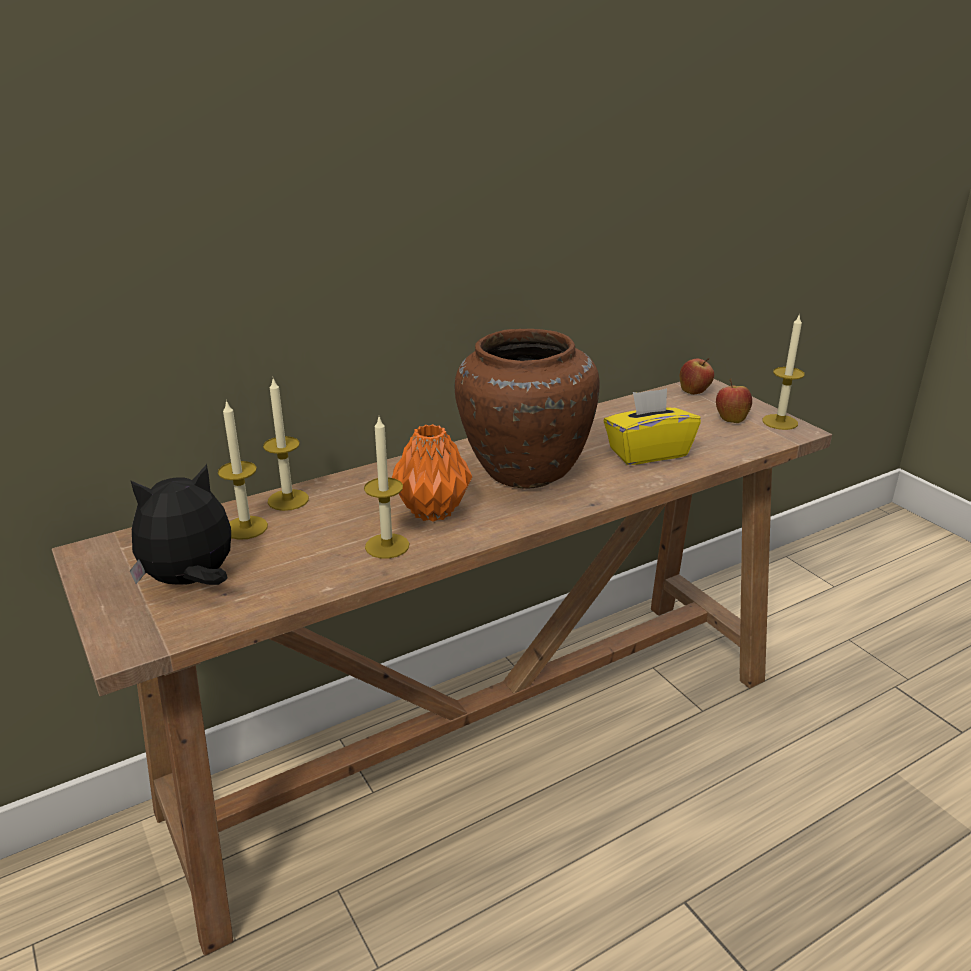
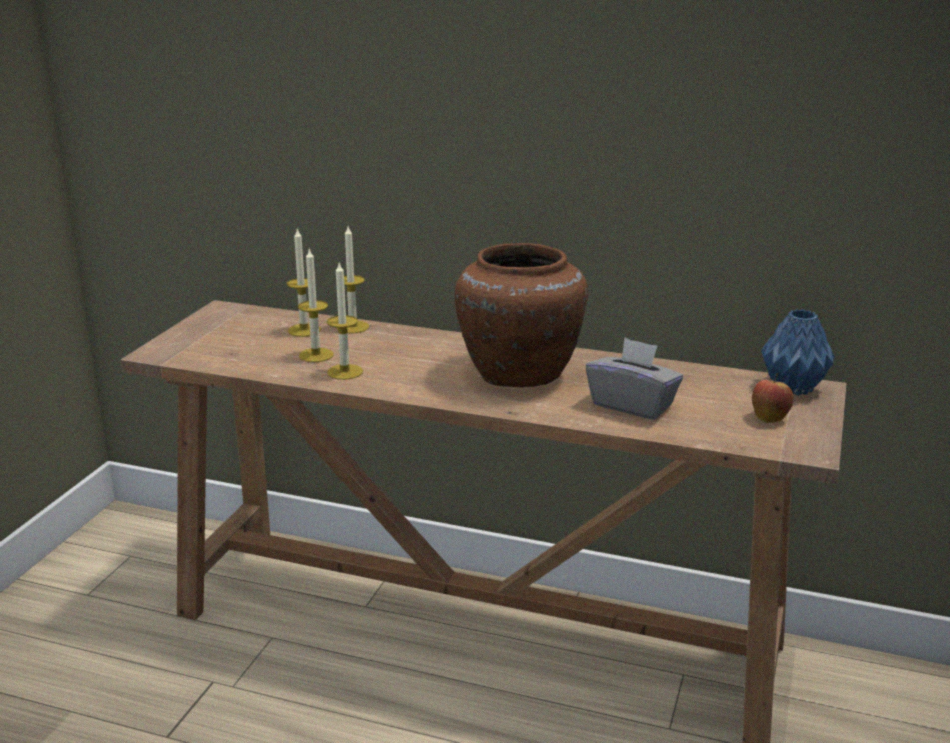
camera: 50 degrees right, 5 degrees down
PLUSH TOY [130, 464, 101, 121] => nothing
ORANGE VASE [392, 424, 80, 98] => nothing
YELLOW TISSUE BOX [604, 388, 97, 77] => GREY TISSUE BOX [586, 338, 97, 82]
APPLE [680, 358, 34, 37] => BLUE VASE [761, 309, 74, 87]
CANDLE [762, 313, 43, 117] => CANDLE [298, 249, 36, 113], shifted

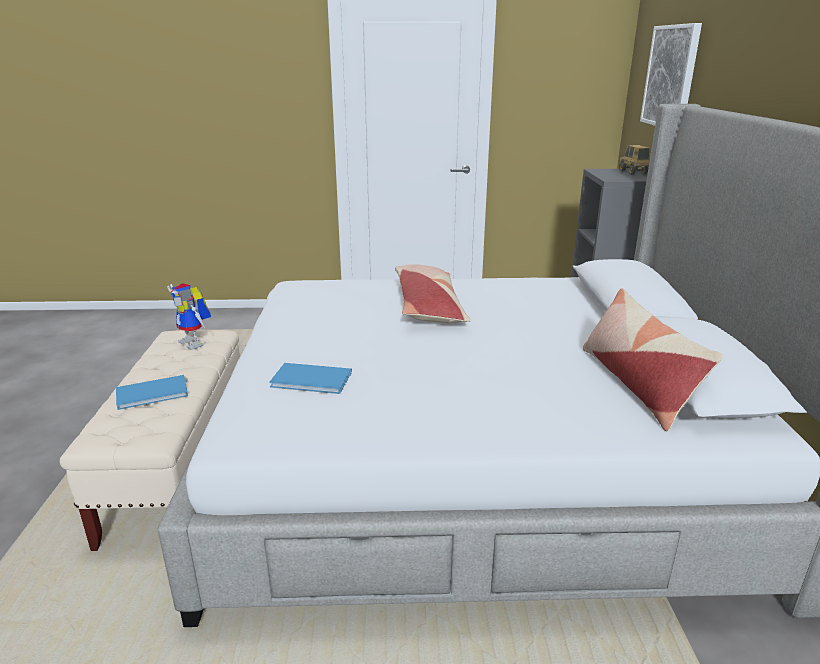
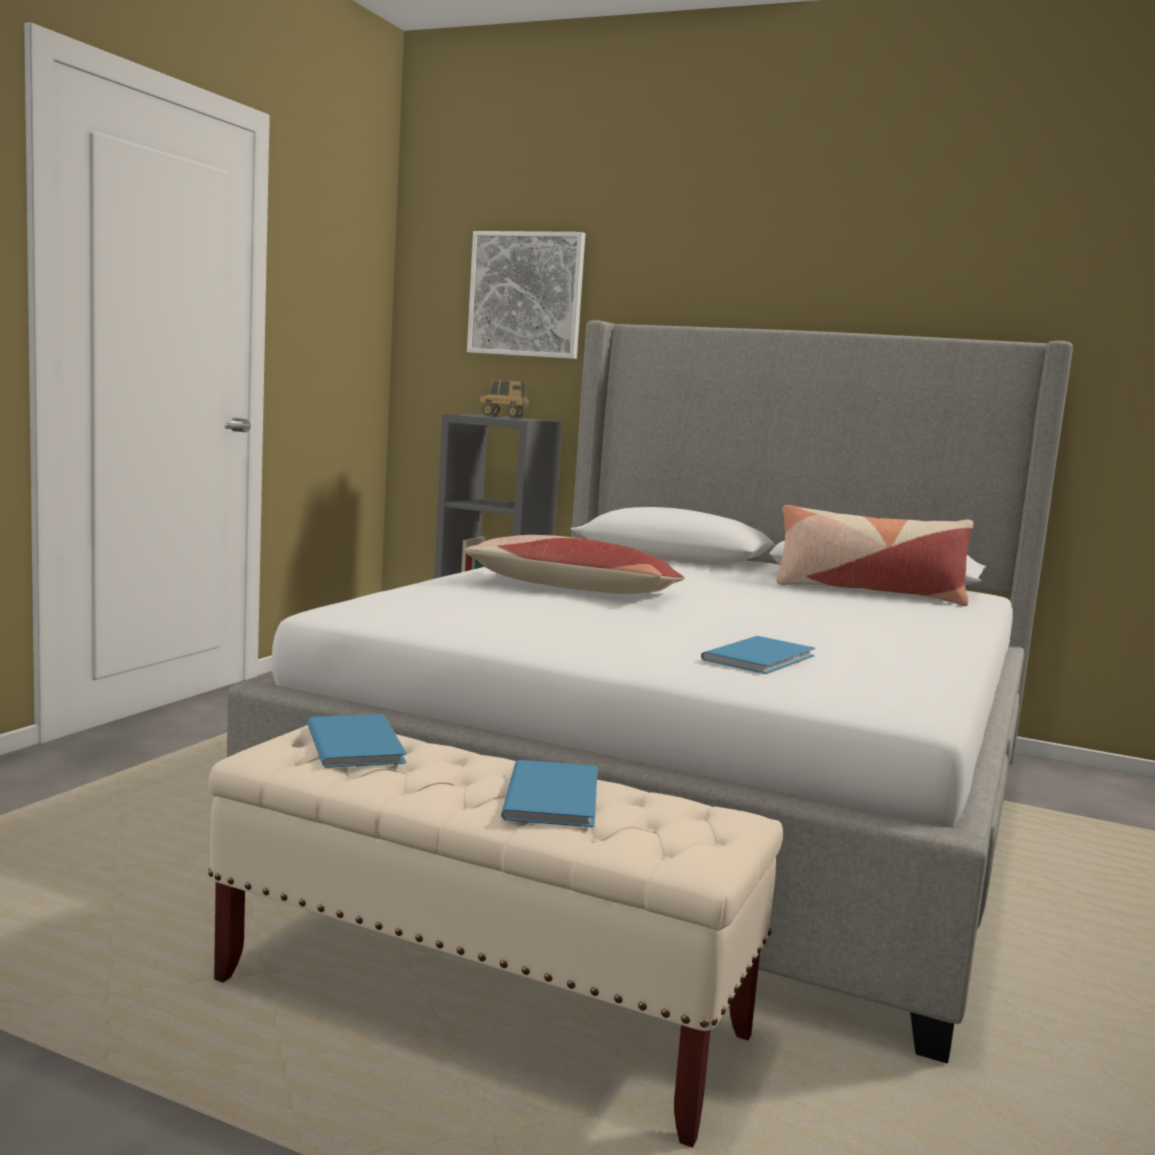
camera: 65 degrees left, 15 degrees down
TOY ROBOT [167, 283, 44, 67] => BLUE BOOK [307, 714, 100, 54]

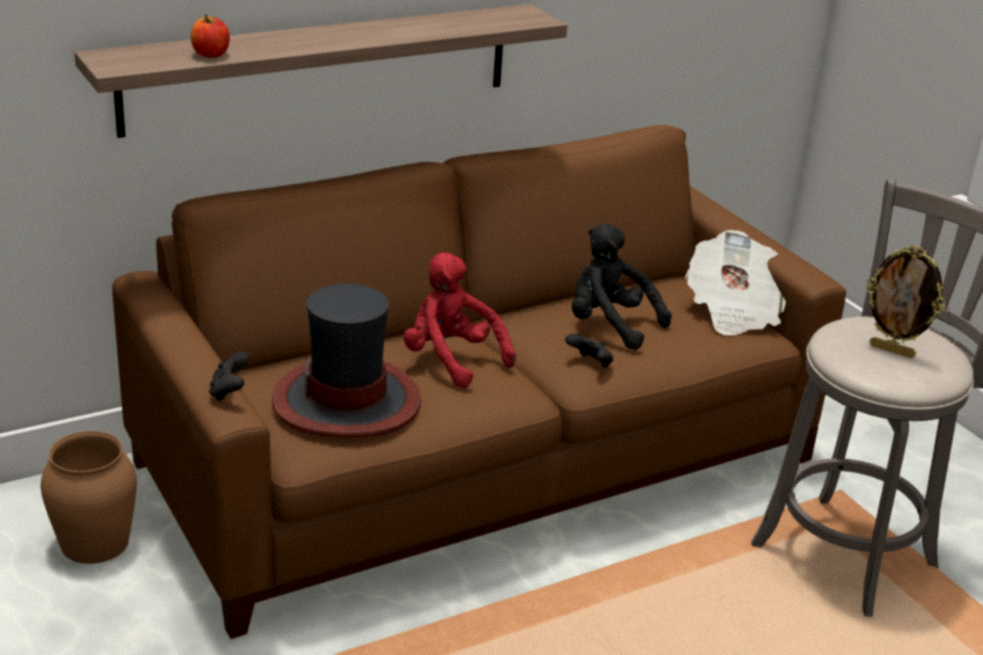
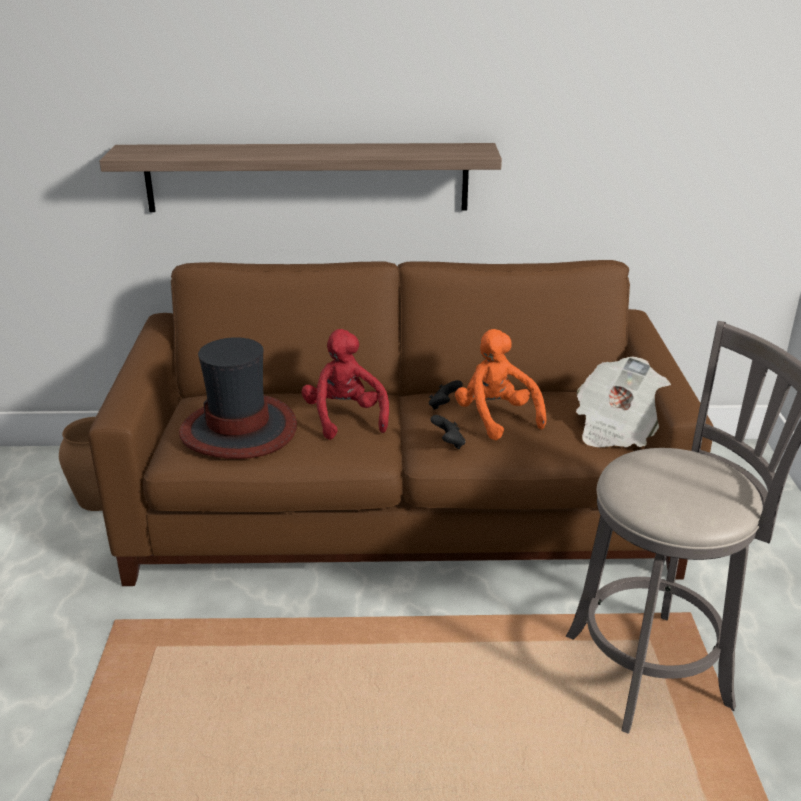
camera: 30 degrees right, 0 degrees up
APPLE [191, 15, 39, 43] => nothing
BLACK GAME CONTROLLER [209, 352, 41, 49] => BLACK GAME CONTROLLER [429, 380, 34, 30], shifted
BLACK PLUSH TOY [572, 224, 100, 126] => ORANGE PLUSH TOY [455, 329, 92, 111]
PICTURE FRAME [866, 245, 79, 113] => nothing

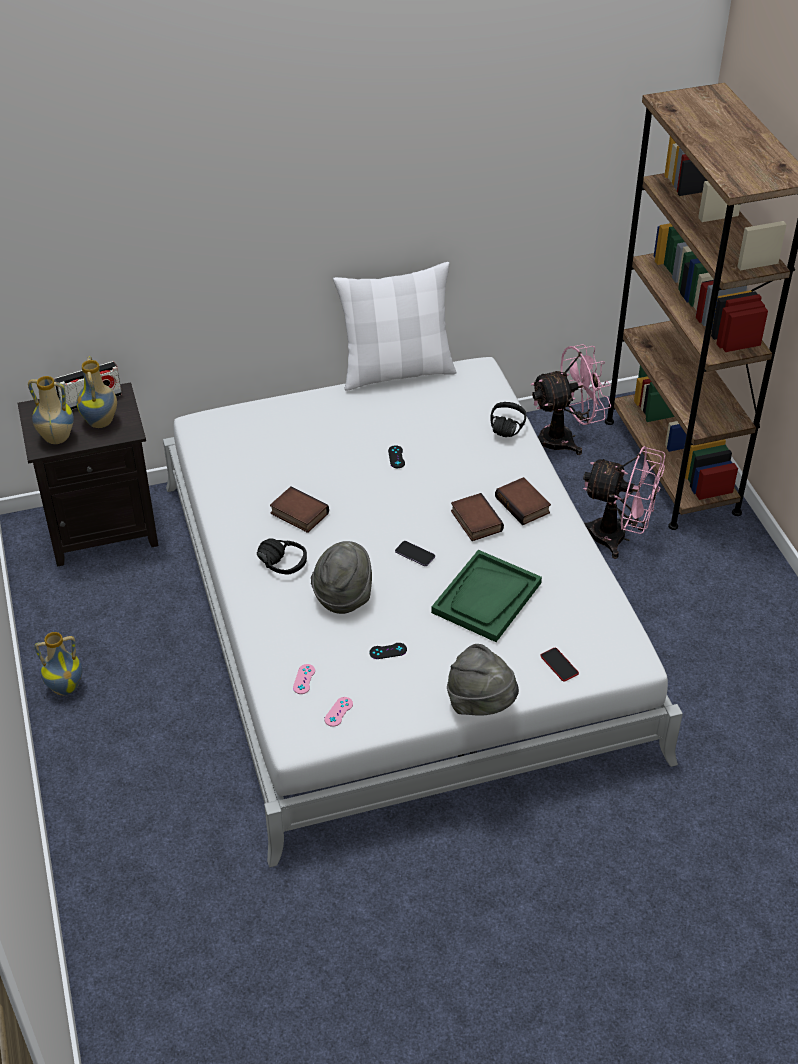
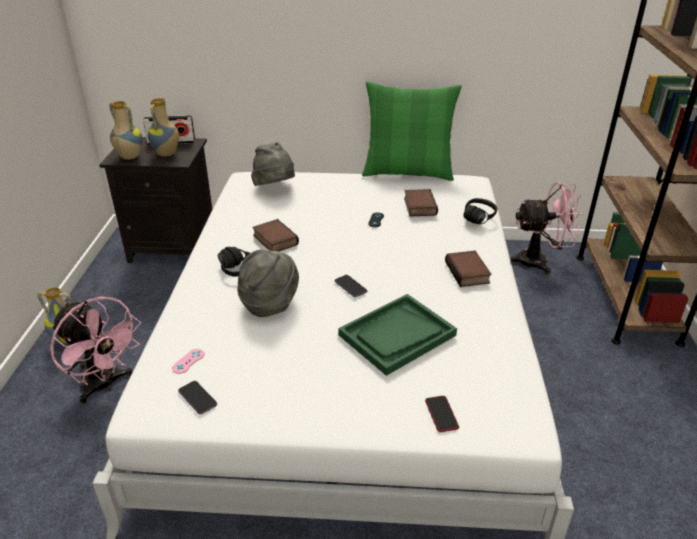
camera: 20 degrees right, 10 degrees down
PINK GAME CONTROLLER [324, 697, 29, 30] => PHONE [178, 381, 39, 34]
WHITE PILLOW [333, 262, 124, 129] => GREEN PILLOW [362, 82, 100, 99]
BLACK GAME CONTROLLER [369, 643, 38, 16] => nothing
GREY HAT [447, 644, 72, 72] => GREY HAT [251, 142, 44, 44], shifted
BOOK [451, 493, 53, 48] => BOOK [404, 189, 34, 28], shifted
PINK FAN [583, 446, 82, 113] => PINK FAN [50, 297, 91, 107], shifted

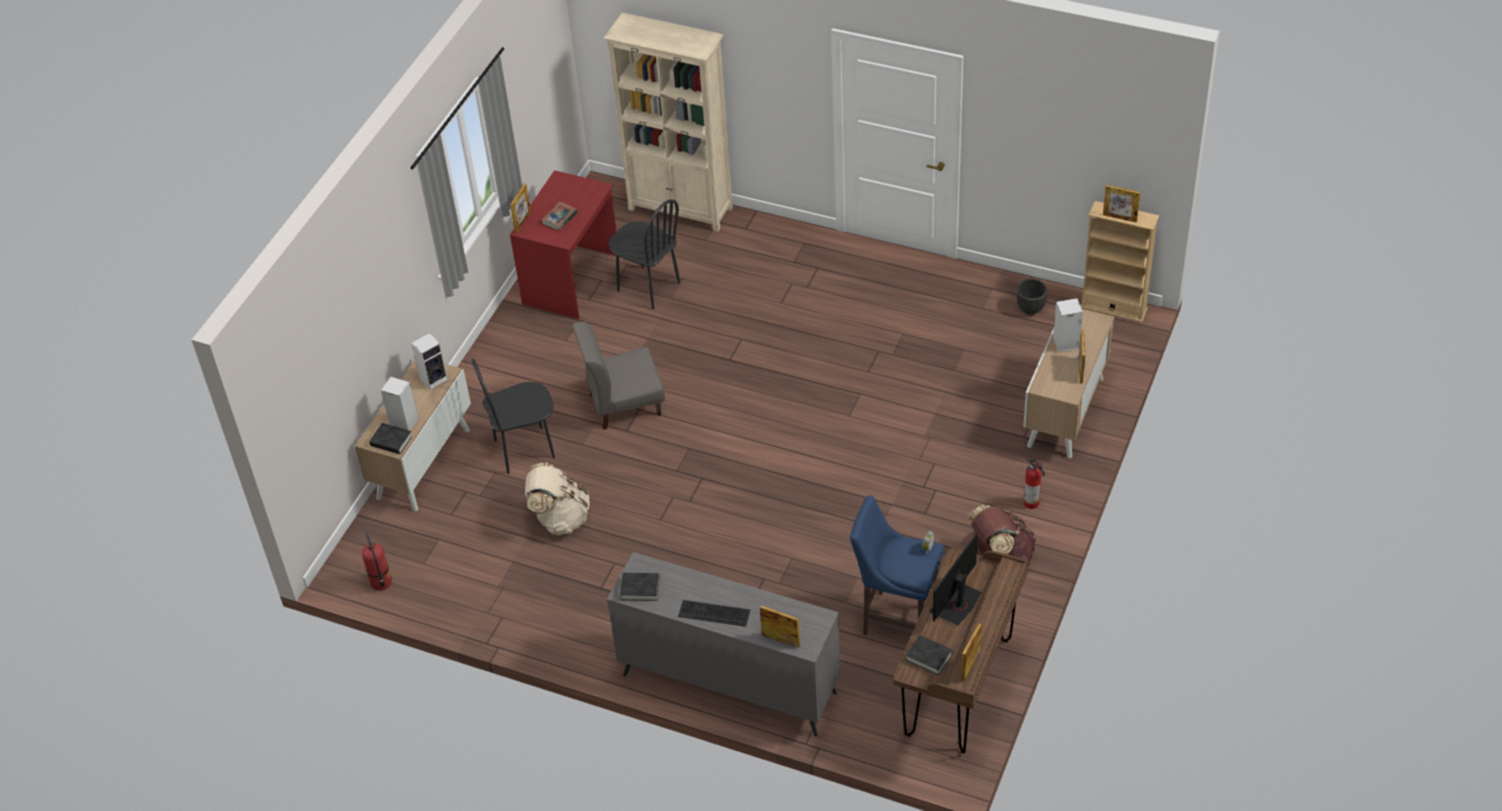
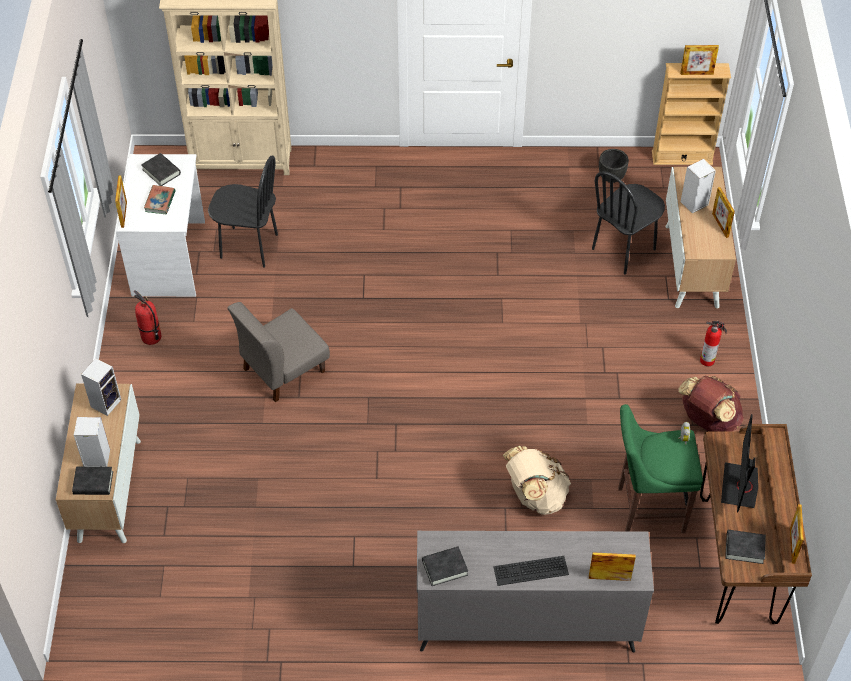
camera: 25 degrees left, 5 degrees up
FIRE EXTINGUISHER [362, 531, 30, 60] => FIRE EXTINGUISHER [134, 290, 27, 55], shifted
BLACK CHAIR [471, 358, 84, 116] => BLACK CHAIR [592, 171, 73, 104], shifted
RED DESK [510, 170, 107, 149] => WHITE DESK [116, 154, 89, 143]
BEIGE BACKPACK [525, 463, 64, 72] => BEIGE BACKPACK [503, 446, 68, 69], shifted
BLUE STOOL [850, 495, 94, 141] => GREEN STOOL [618, 404, 85, 129]
nothing => BLACK BOOK [141, 153, 40, 33]

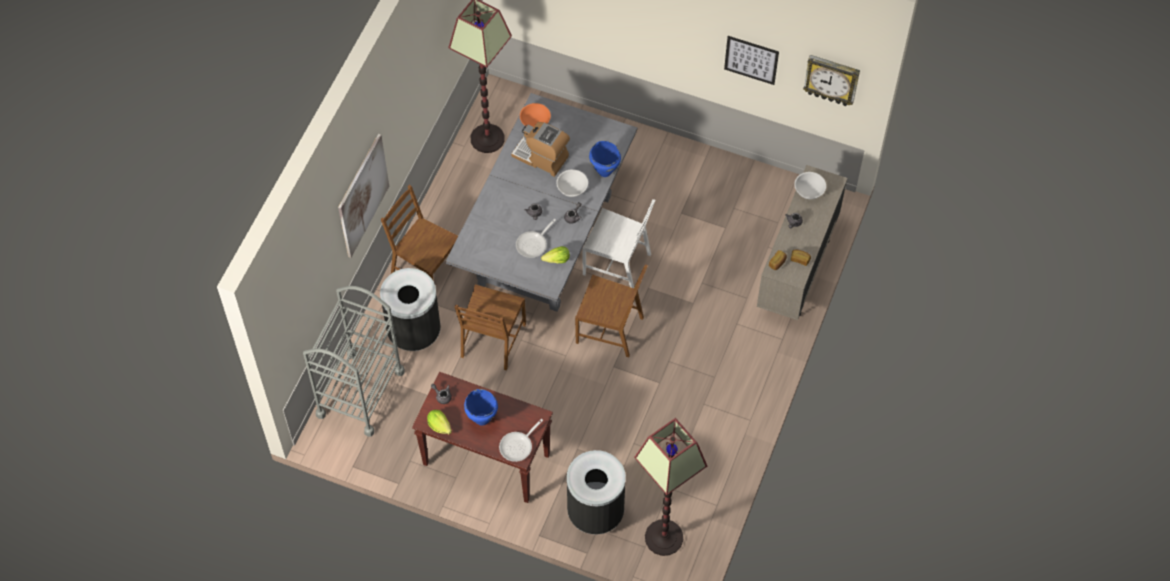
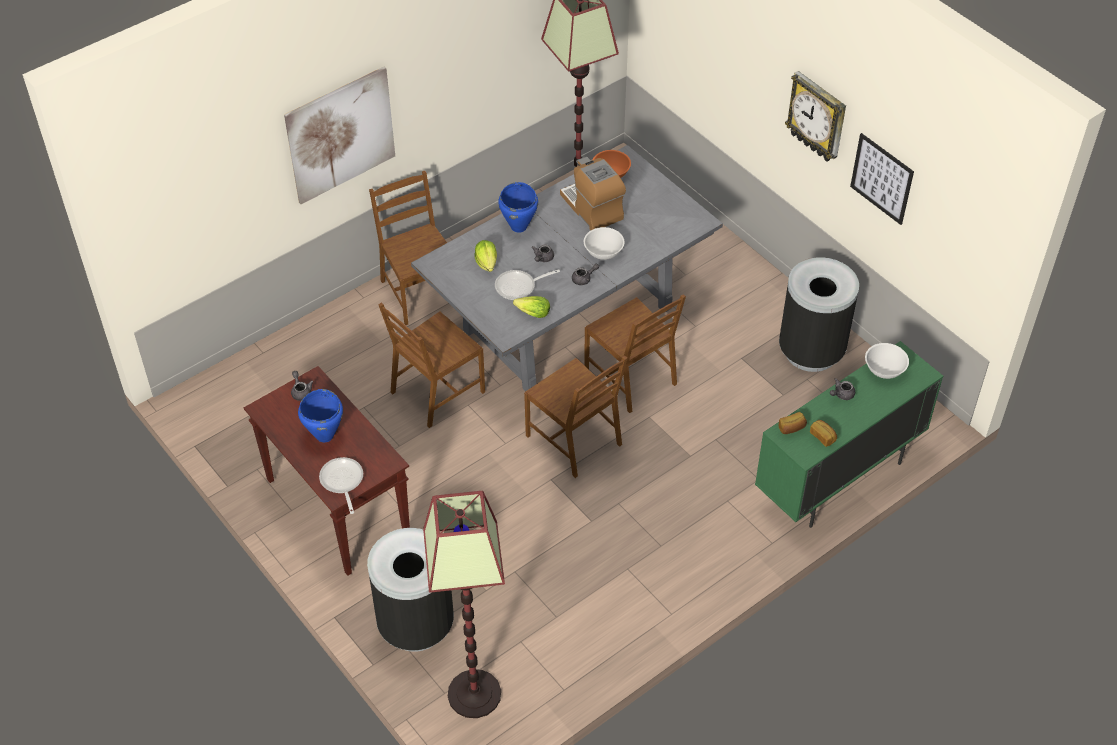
camera: 30 degrees right, 10 degrees down
GREY CART [303, 286, 102, 151] => nothing
BLACK TRASH CAN [380, 268, 61, 83] => BLACK TRASH CAN [779, 257, 80, 115], shifted
LETTUCE [427, 410, 25, 24] => LETTUCE [475, 240, 22, 32], shifted
FRYING PAN [499, 419, 44, 43] => FRYING PAN [319, 457, 44, 57], 90 degrees clockwise
WHITE CHAIR [582, 199, 73, 89] => BROWN CHAIR [584, 294, 102, 119]
BLUE COOKING POT [589, 141, 32, 36] => BLUE COOKING POT [498, 182, 40, 51], shifted
BEIGE CABINET [757, 165, 90, 155] => GREEN CABINET [755, 341, 188, 187]
WALL CLOCK [803, 55, 57, 51] => WALL CLOCK [785, 71, 61, 91], shifted

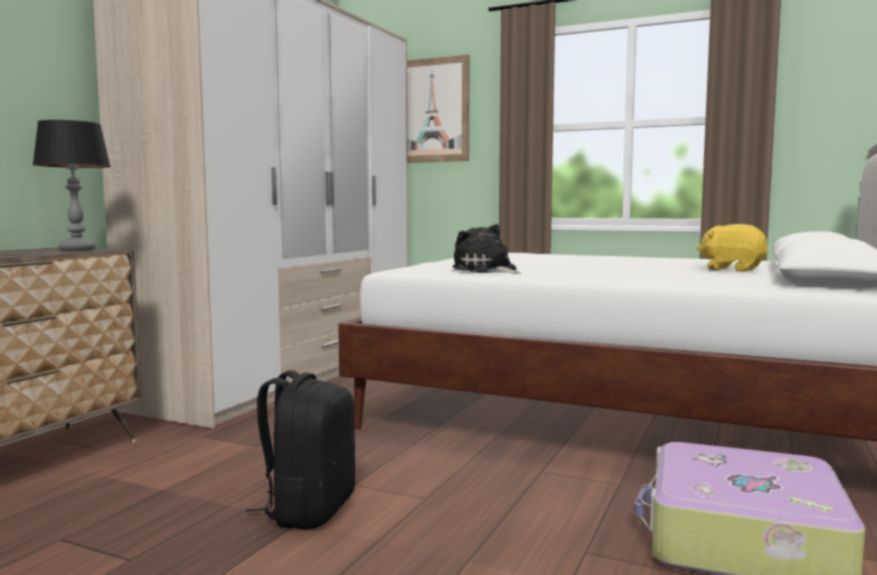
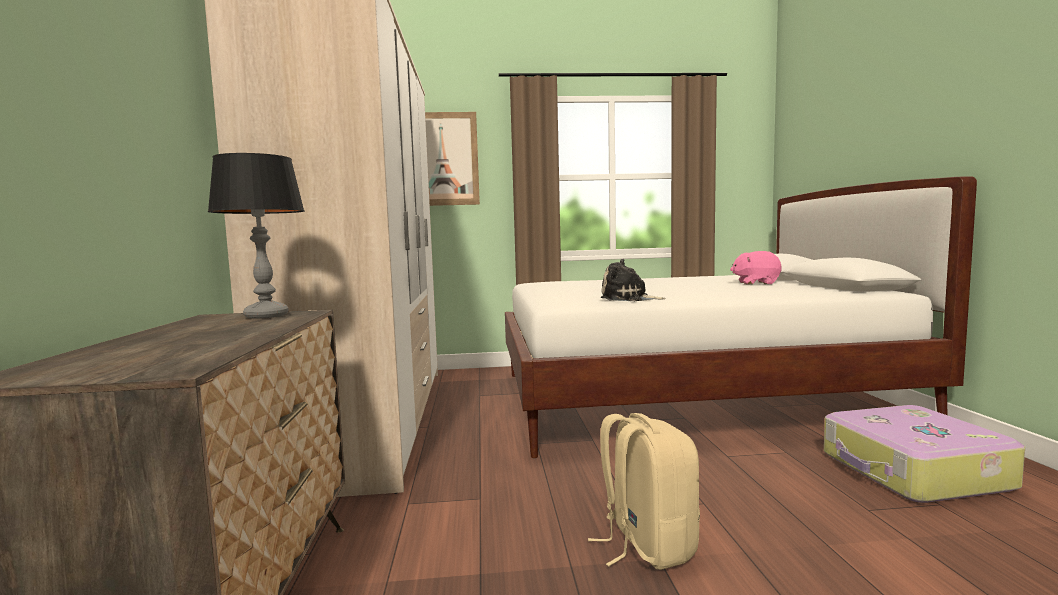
camera: 30 degrees left, 0 degrees up
BLACK BACKPACK [246, 370, 110, 160] => BEIGE BACKPACK [588, 413, 112, 157]
YELLOW PLUSH TOY [697, 224, 71, 48] => PINK PLUSH TOY [730, 251, 52, 34]

